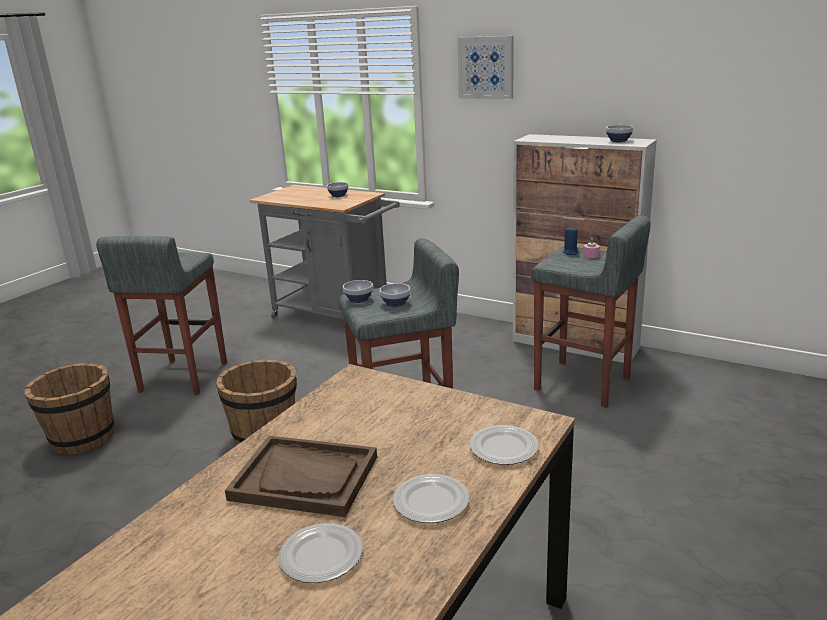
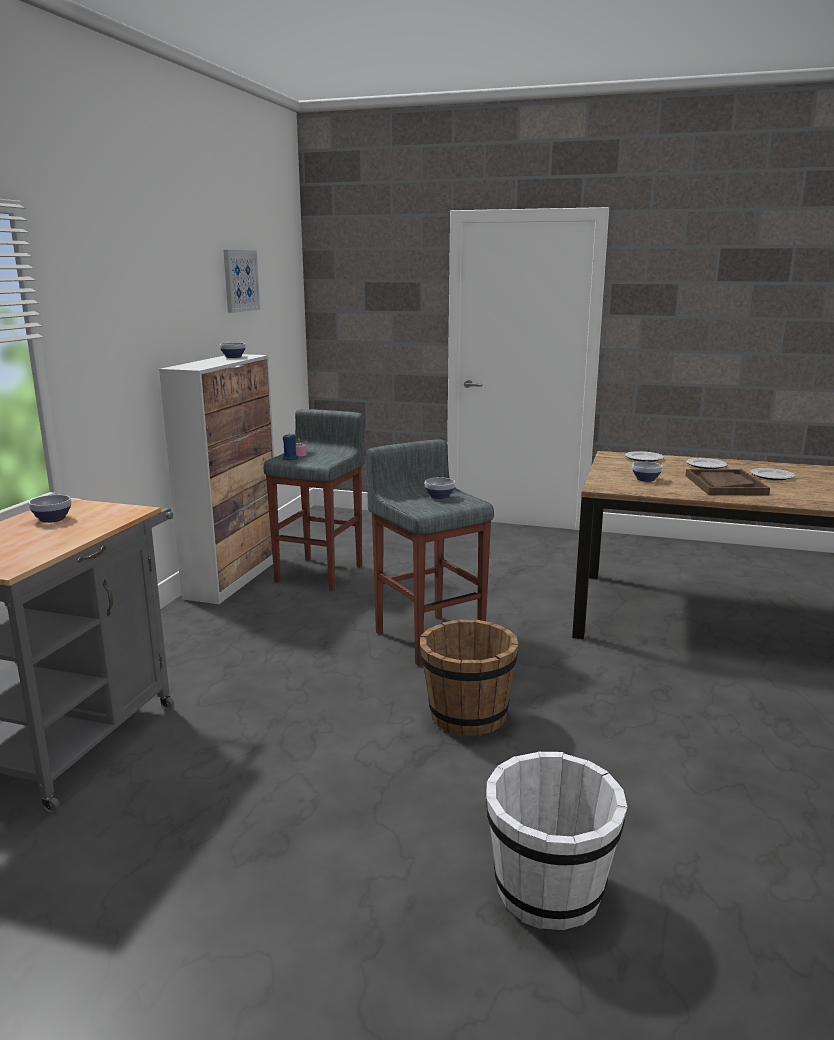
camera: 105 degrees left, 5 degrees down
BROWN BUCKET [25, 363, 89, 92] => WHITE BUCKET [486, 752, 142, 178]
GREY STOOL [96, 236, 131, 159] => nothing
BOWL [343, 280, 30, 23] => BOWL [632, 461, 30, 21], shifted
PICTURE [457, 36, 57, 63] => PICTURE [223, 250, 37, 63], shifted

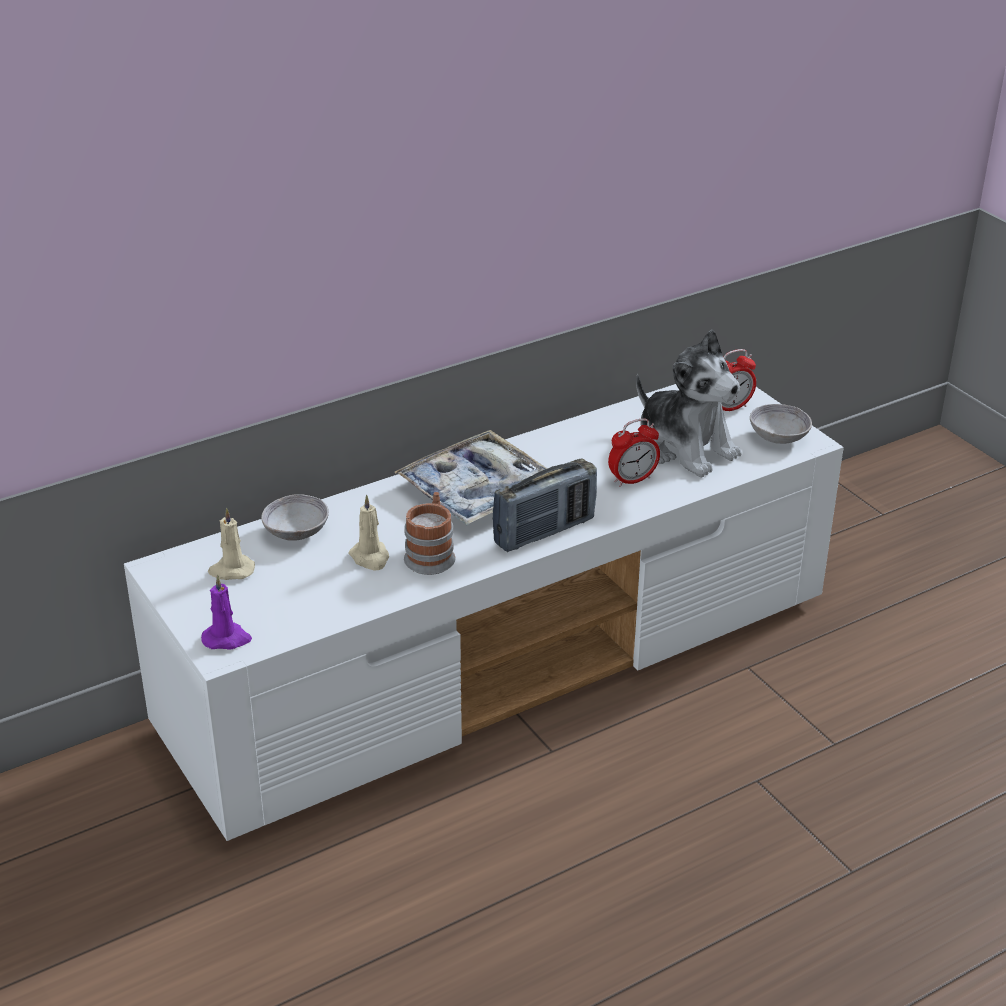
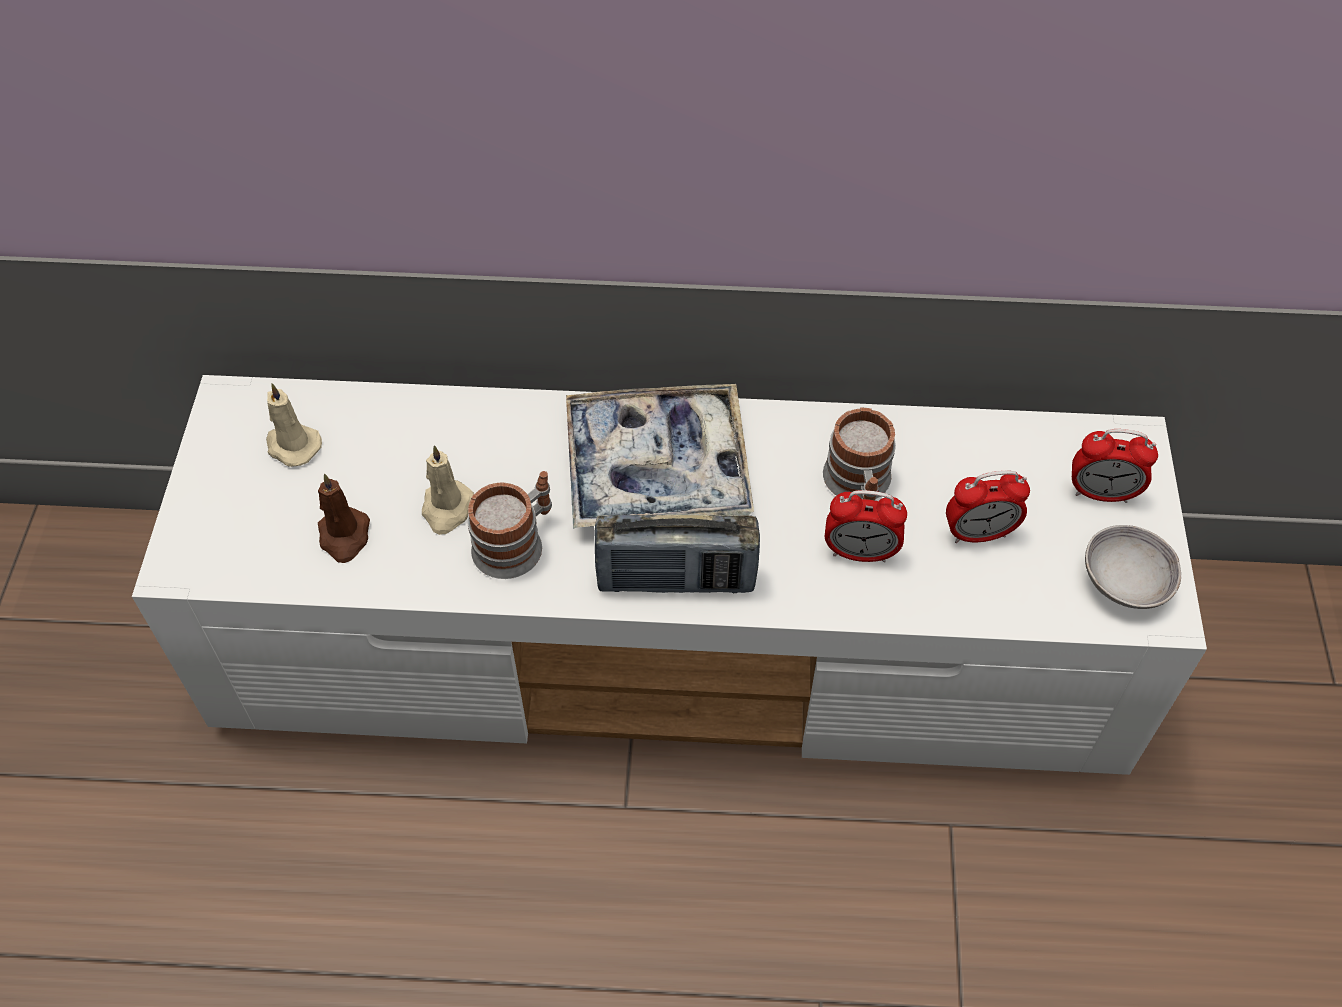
camera: 35 degrees right, 20 degrees up
PURPLE CANDLE [201, 575, 51, 75] => nothing
GREY BOWL [261, 494, 68, 47] => nothing
PLUSH TOY [636, 330, 106, 147] => ALARM CLOCK [946, 470, 84, 73]
nothing => BROWN CANDLE [318, 474, 52, 89]
nothing => MUG [823, 408, 73, 92]

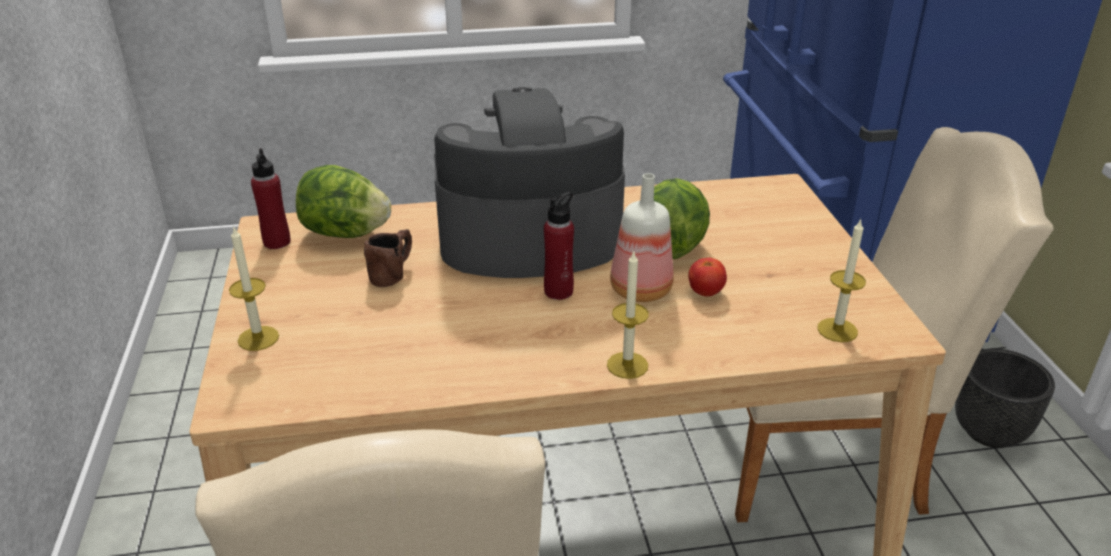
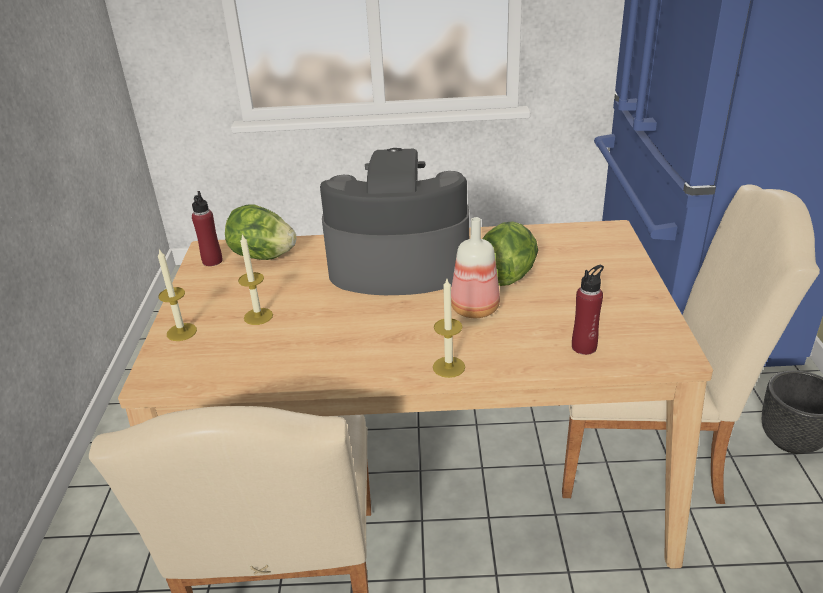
camera: 10 degrees right, 0 degrees up
BROWN MUG [364, 229, 48, 58] => nothing
RED BOTTLE [544, 192, 30, 108] => RED BOTTLE [572, 265, 32, 90], shifted
TOMATO [688, 258, 39, 38] => nothing
CANDLE [817, 218, 49, 124] => CANDLE [238, 234, 35, 91], shifted

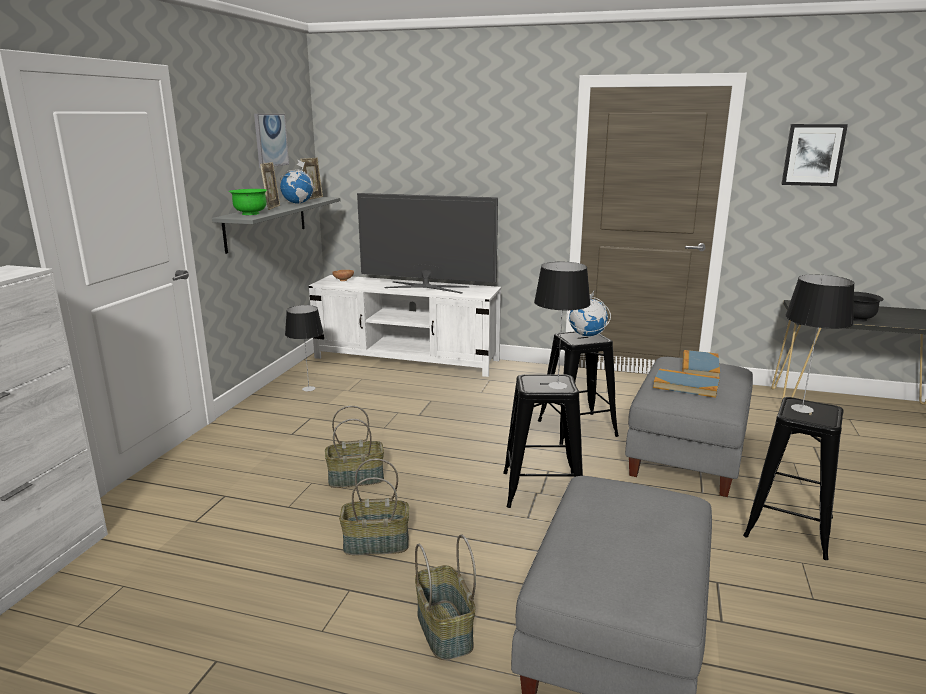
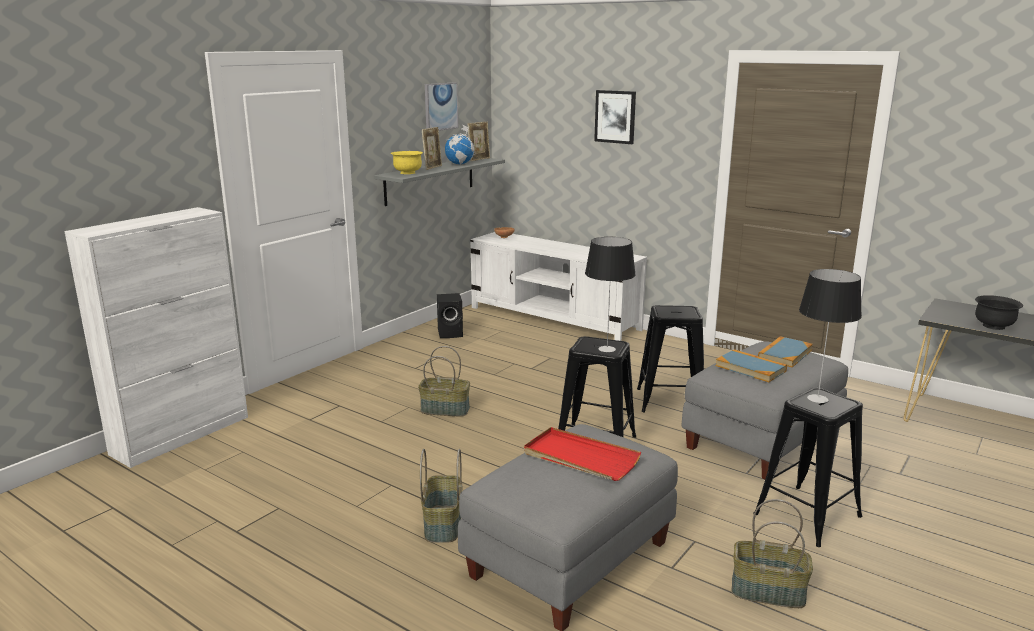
camera: 20 degrees right, 0 degrees up
GREEN BOWL [229, 189, 38, 26] => YELLOW BOWL [391, 151, 32, 23]
TABLE LAMP [285, 305, 38, 87] => BLACK SPEAKER [437, 293, 26, 45]
BASKET [339, 458, 70, 97] => BASKET [731, 499, 82, 109], shifted
TELEVISION [357, 193, 141, 101] => nothing
GLOBE [567, 291, 44, 45] => nothing
PICTURE [781, 124, 67, 62] => PICTURE [594, 90, 42, 54], shifted
nothing => RED TRAY [524, 427, 117, 54]

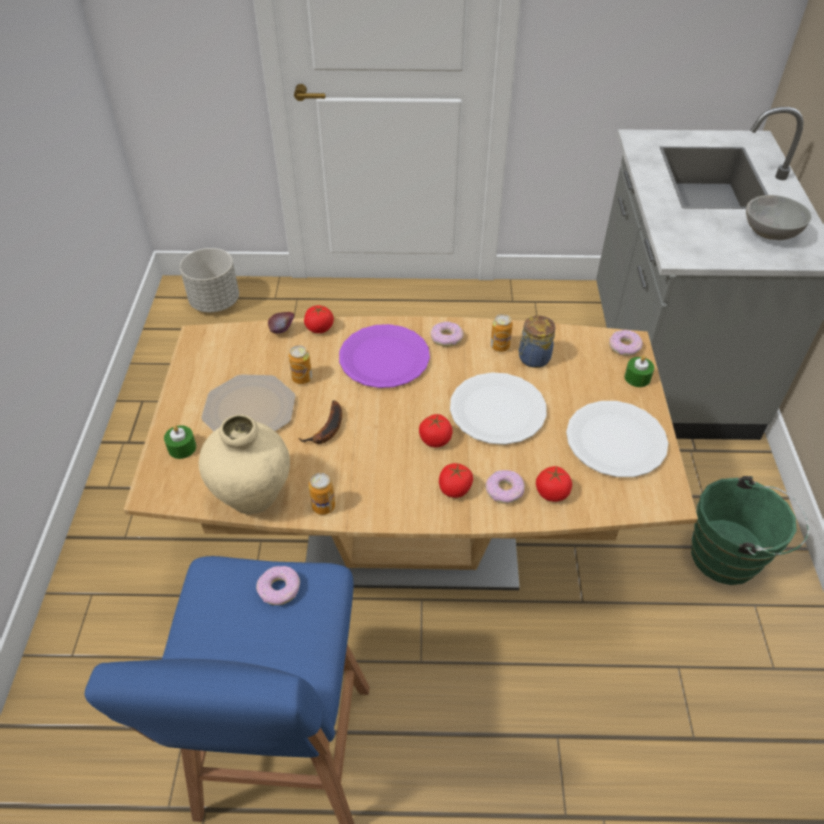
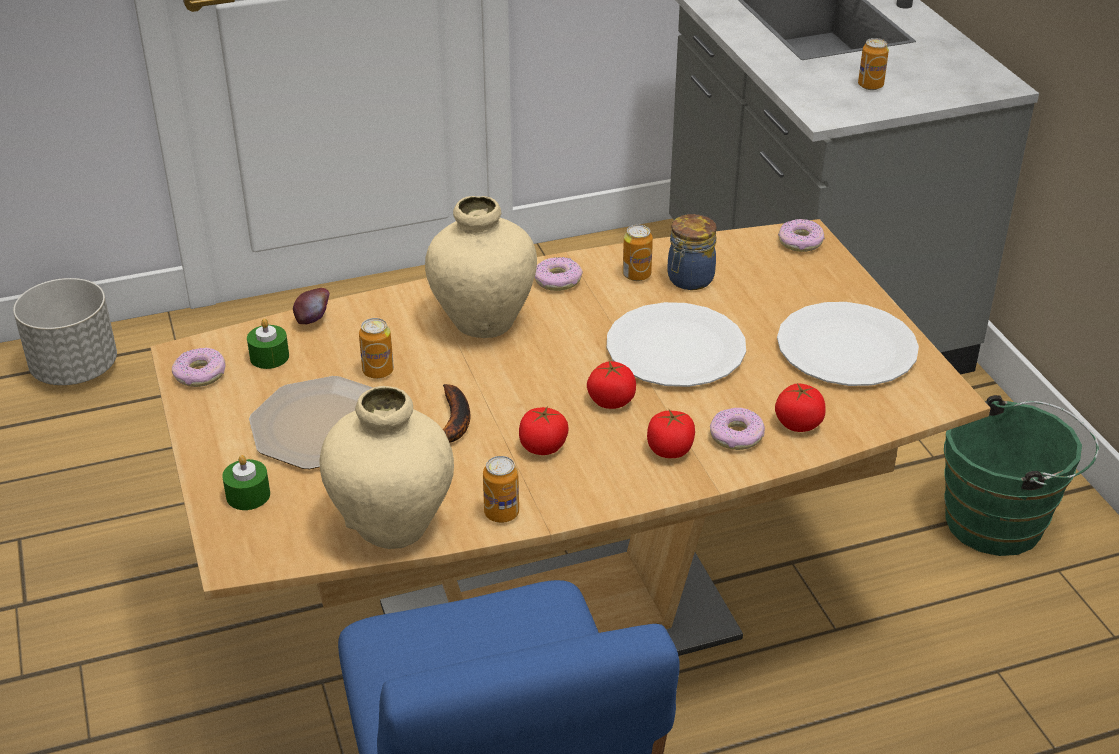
camera: 20 degrees left, 10 degrees down
DONUT [256, 566, 44, 39] => DONUT [172, 348, 53, 39], shifted
TOMATO [304, 305, 30, 28] => TOMATO [519, 406, 49, 49], shifted
PURPLE PLATE [339, 324, 91, 64] => BEIGE VASE [425, 196, 112, 142]
GREEN CANDLE [624, 355, 30, 32] => GREEN CANDLE [247, 318, 42, 51], shifted
GREY BOWL [746, 195, 65, 45] => nothing
nothing => CAN [858, 38, 31, 52]

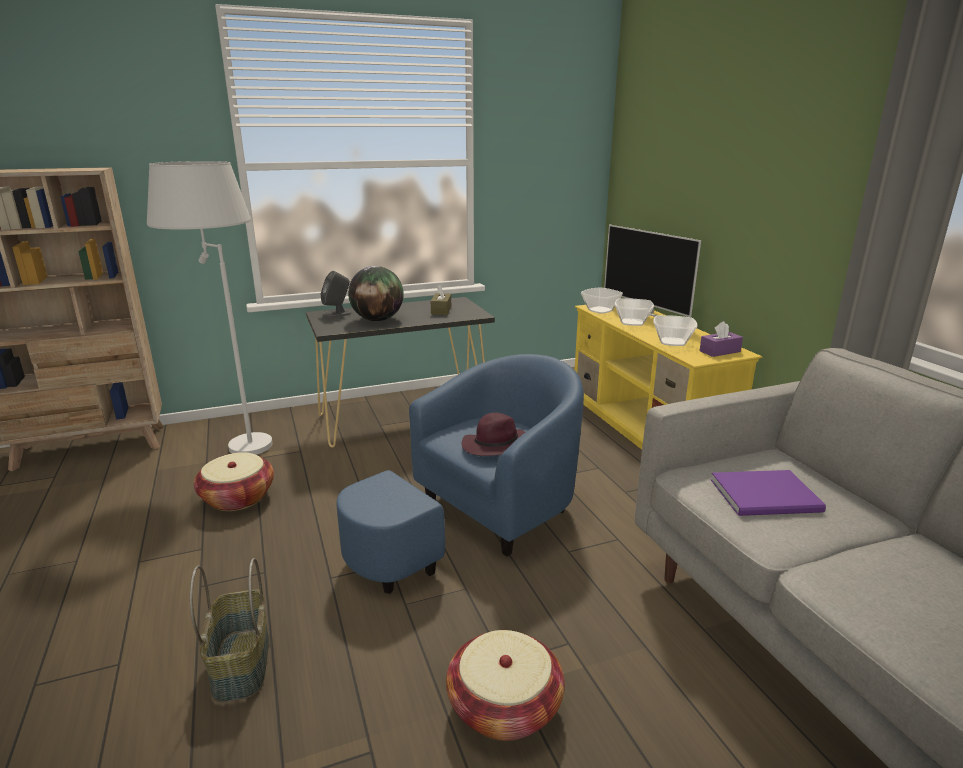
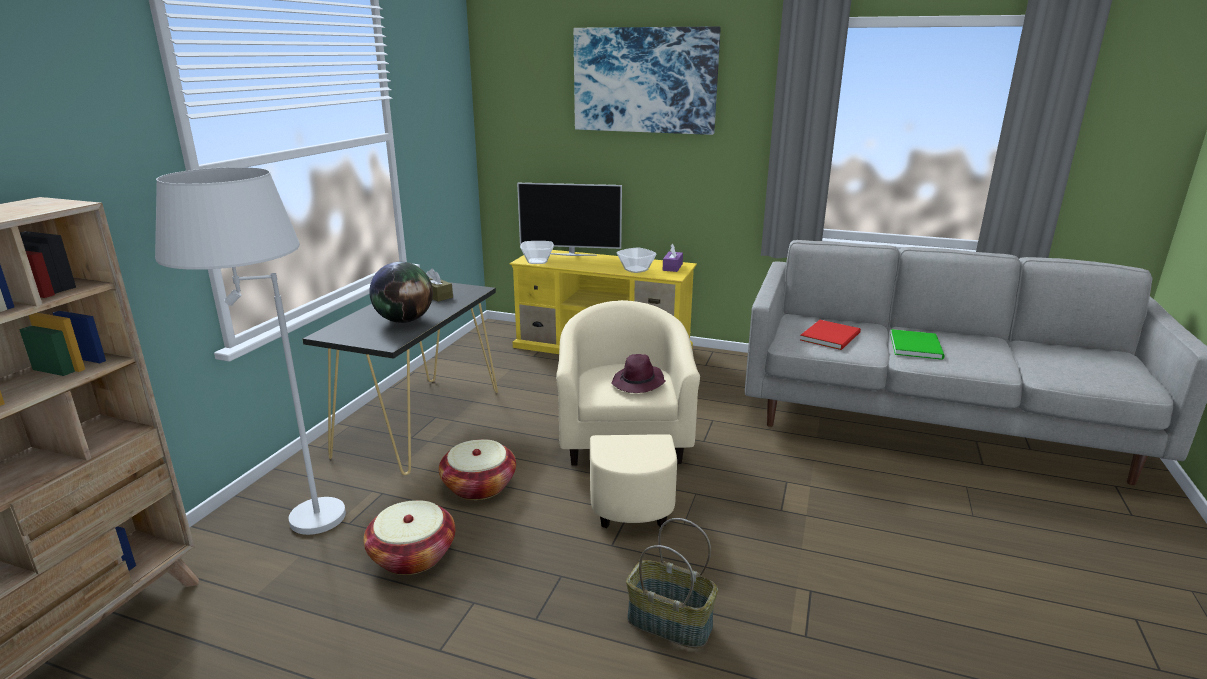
camera: 50 degrees left, 0 degrees up
GREY SPEAKER [321, 271, 30, 46] => nothing
BLUE ARMCHAIR [337, 354, 247, 240] => BEIGE ARMCHAIR [556, 300, 144, 228]
BASKET [446, 630, 119, 111] => BASKET [439, 439, 77, 61], shifted
BOWL [615, 298, 39, 28] => nothing
PURPLE BOOK [711, 470, 115, 46] => RED BOOK [800, 320, 61, 30]
nothing => PICTURE [574, 26, 147, 109]
nothing => GREEN BOOK [890, 329, 55, 31]

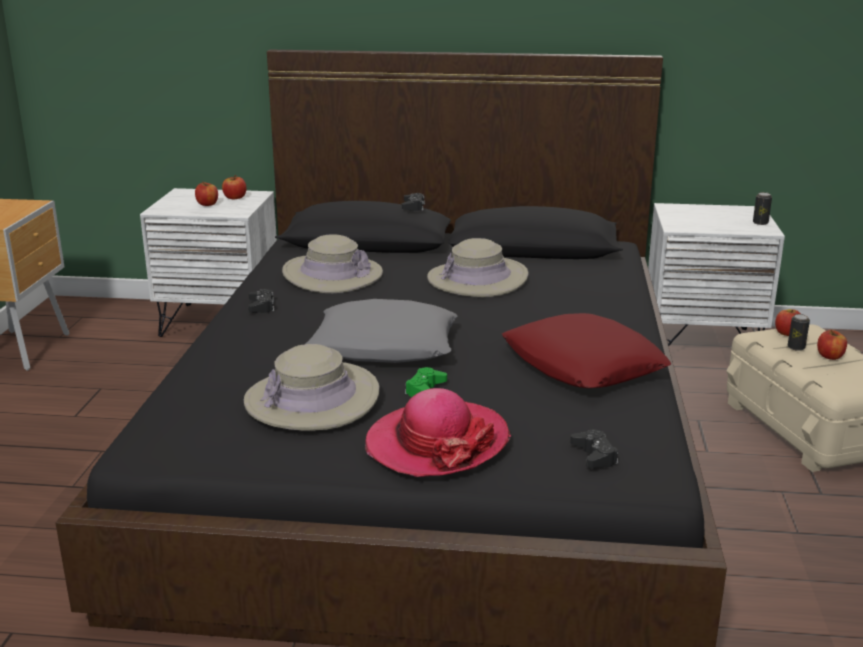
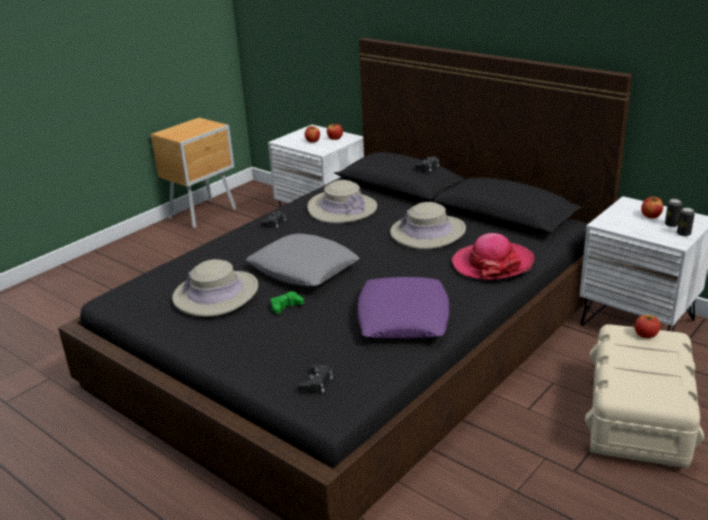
camera: 35 degrees right, 5 degrees up
HAT [365, 388, 146, 89] => HAT [451, 233, 84, 47], shifted
RED PILLOW [502, 313, 170, 75] => PURPLE PILLOW [358, 277, 91, 62]
CAN [788, 314, 22, 37] => CAN [665, 199, 17, 28], shifted
APPLE [817, 329, 30, 31] => APPLE [641, 196, 22, 22], shifted

